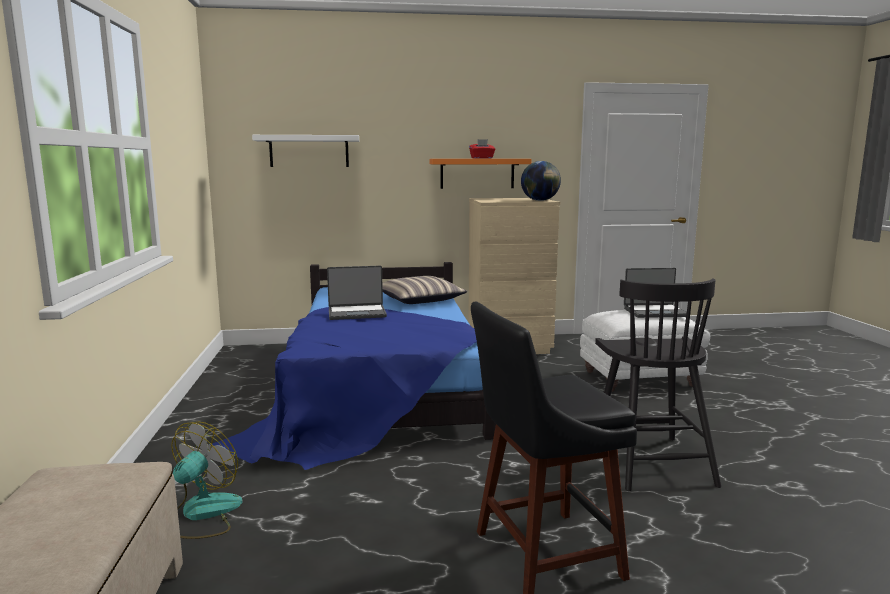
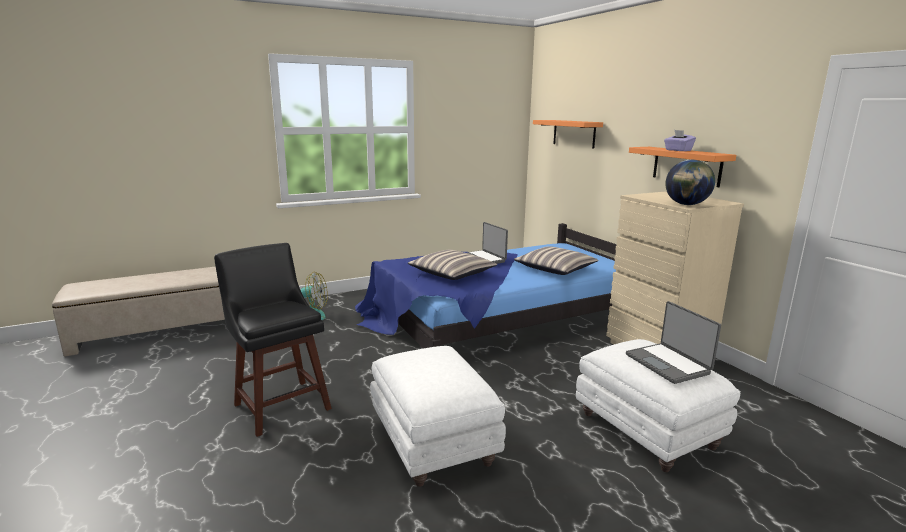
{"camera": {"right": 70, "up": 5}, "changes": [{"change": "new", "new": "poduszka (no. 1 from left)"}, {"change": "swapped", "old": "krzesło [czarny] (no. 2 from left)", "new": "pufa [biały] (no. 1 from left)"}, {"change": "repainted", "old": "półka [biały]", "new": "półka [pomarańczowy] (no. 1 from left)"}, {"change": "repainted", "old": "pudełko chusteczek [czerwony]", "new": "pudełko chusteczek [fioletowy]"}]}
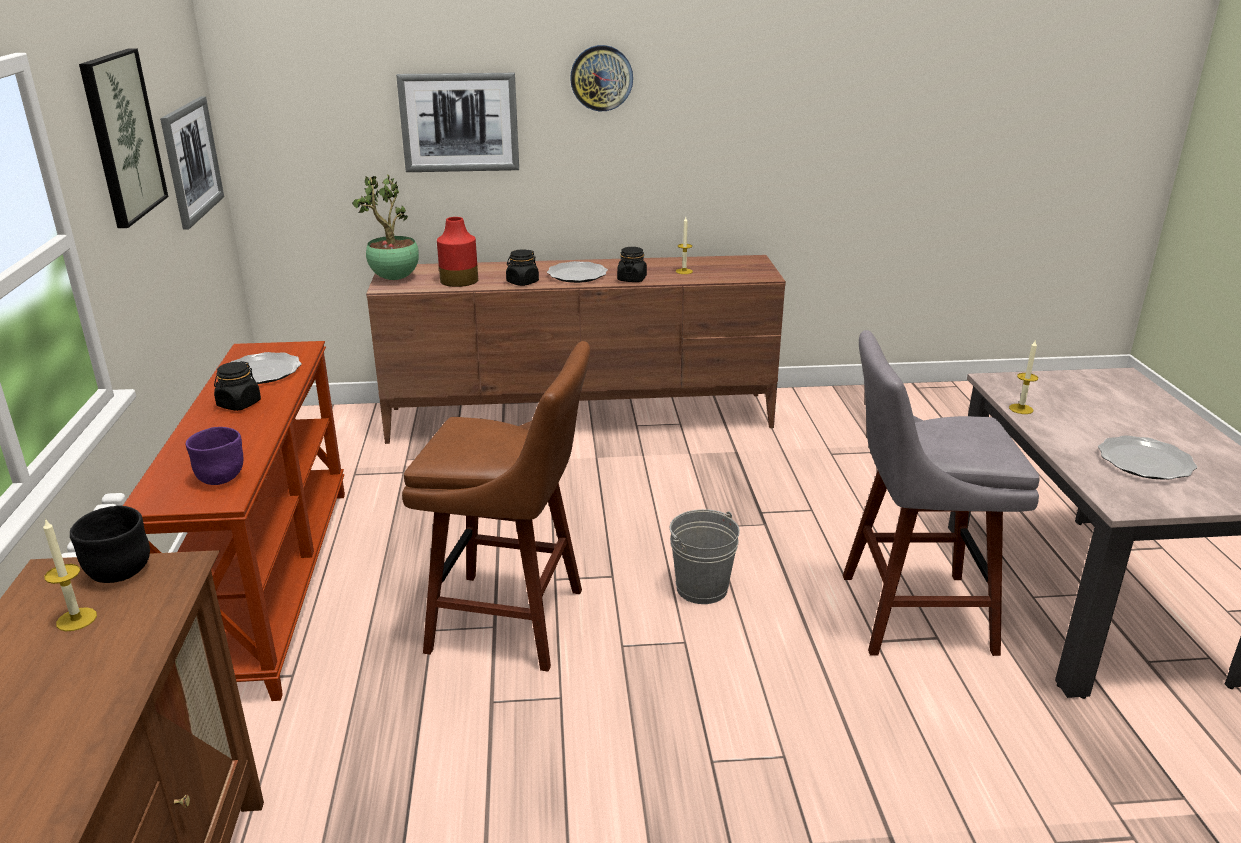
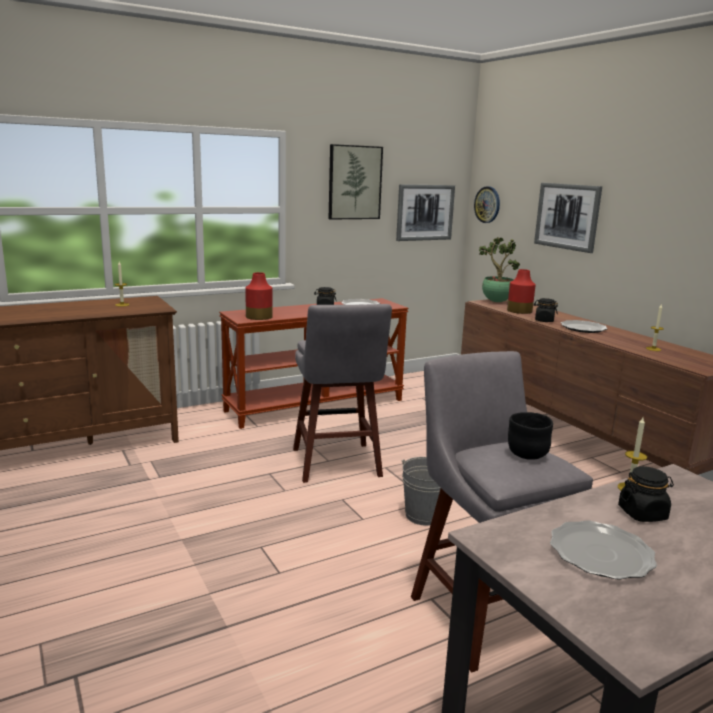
{"camera": {"right": 65, "up": -10}, "changes": [{"change": "shifted", "old": "miska [czarny]"}, {"change": "shifted", "old": "zegar ścienny"}, {"change": "shifted", "old": "słoik [czarny] (no. 3 from left)"}, {"change": "swapped", "old": "miska [fioletowy]", "new": "wazon [czerwony] (no. 1 from left)"}, {"change": "repainted", "old": "stołek [brązowy]", "new": "stołek [szary] (no. 1 from left)"}]}
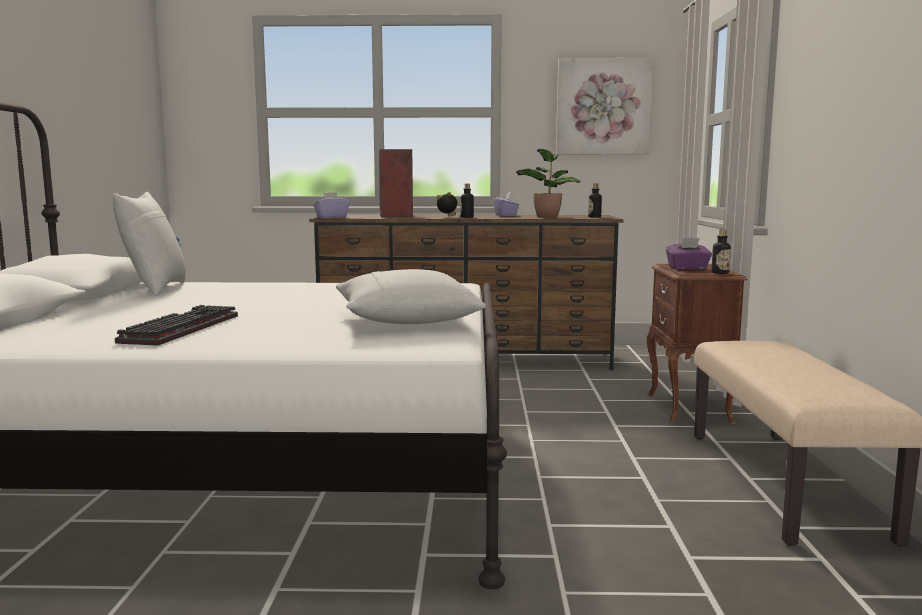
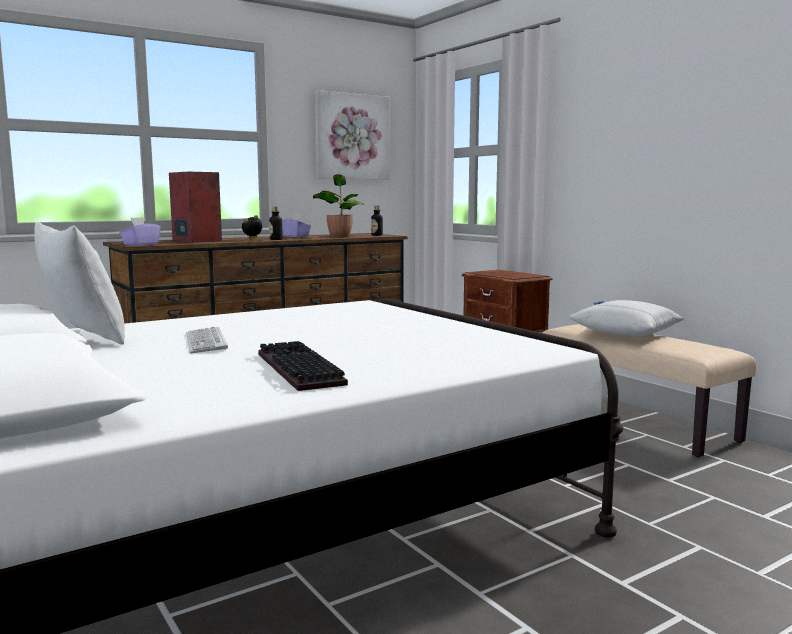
{"camera": {"right": -35, "up": 0}, "changes": [{"change": "gone", "old": "pudełko chusteczek [fioletowy] (no. 3 from left)"}, {"change": "gone", "old": "butelka (no. 3 from left)"}, {"change": "new", "new": "klawiatura (no. 1 from left)"}, {"change": "shifted", "old": "poduszka [szary] (no. 2 from left)"}]}
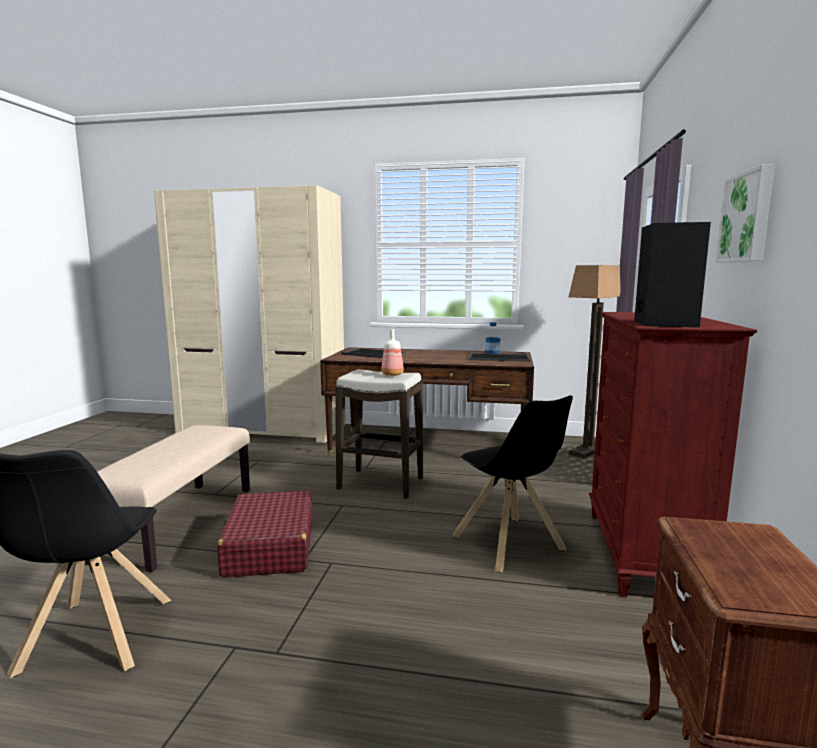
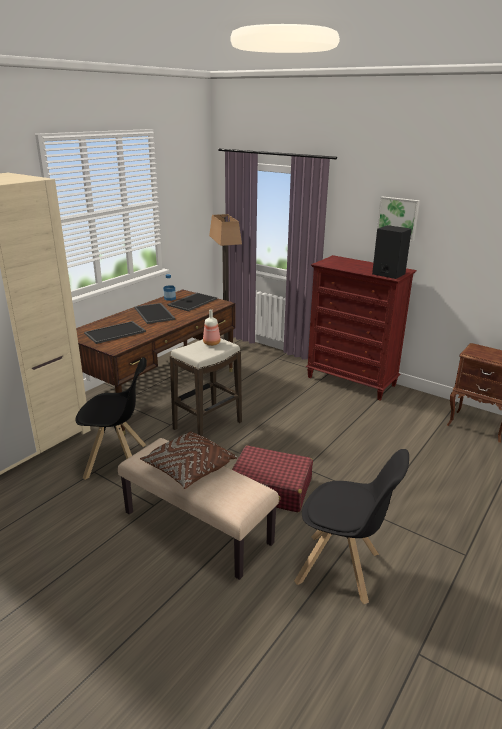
{"camera": {"right": -65, "up": 15}, "changes": [{"change": "new", "new": "taca (no. 2 from left)"}, {"change": "new", "new": "poduszka [brązowy]"}, {"change": "shifted", "old": "krzesło [czarny] (no. 2 from left in the first image)", "new": "krzesło [czarny] (no. 1 from left)"}]}
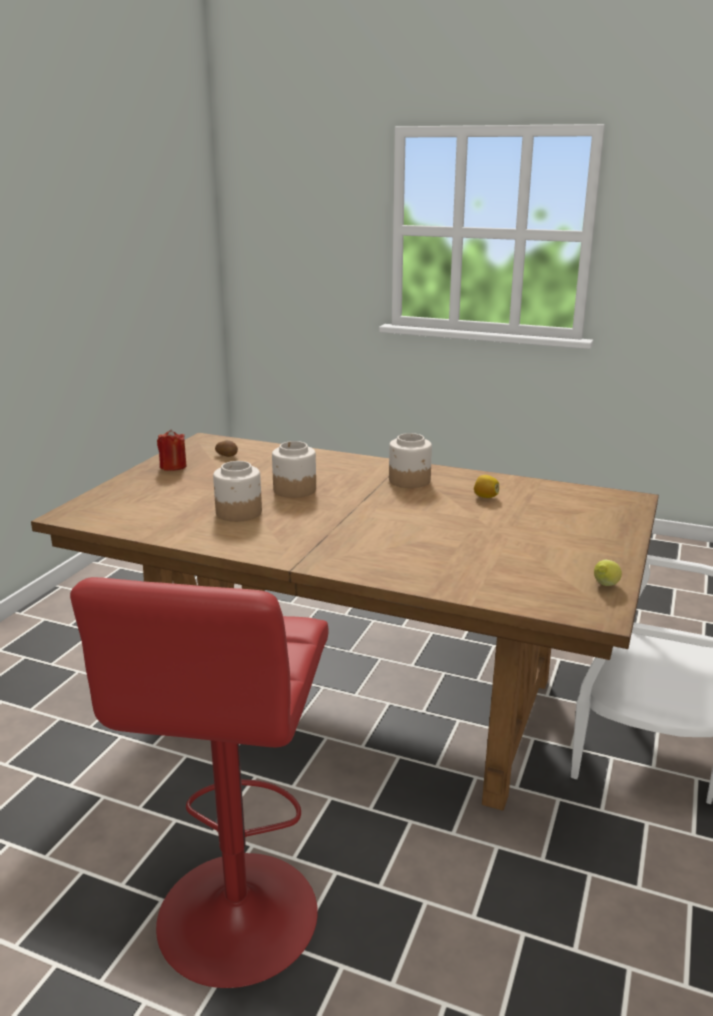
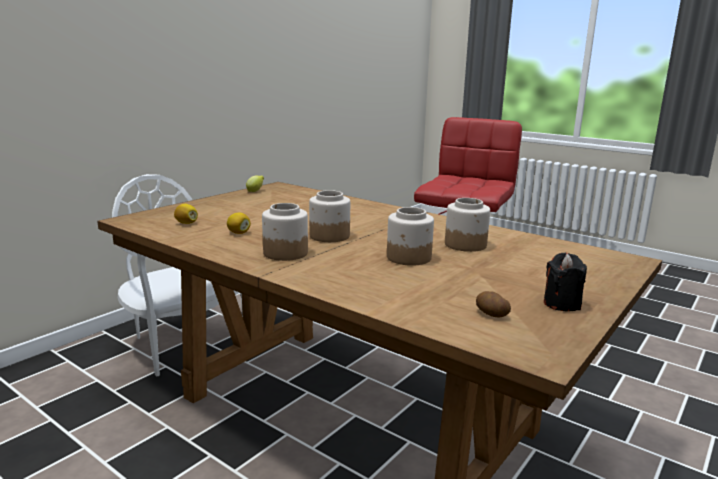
{"camera": {"right": -165, "up": -5}, "changes": [{"change": "new", "new": "cytryna (no. 1 from left)"}, {"change": "new", "new": "słoik (no. 2 from left)"}, {"change": "repainted", "old": "świeca [czerwony]", "new": "świeca [czarny]"}]}
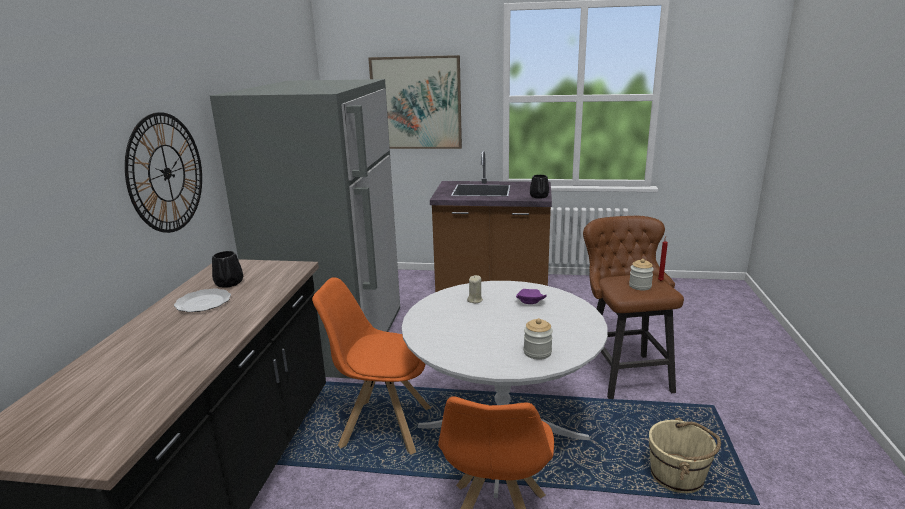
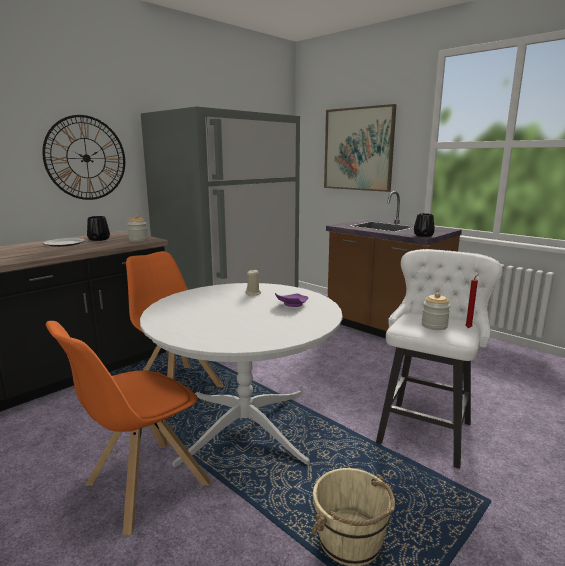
{"camera": {"right": 35, "up": -5}, "changes": [{"change": "shifted", "old": "słoik (no. 1 from left)"}, {"change": "repainted", "old": "stołek [brązowy]", "new": "stołek [biały]"}]}
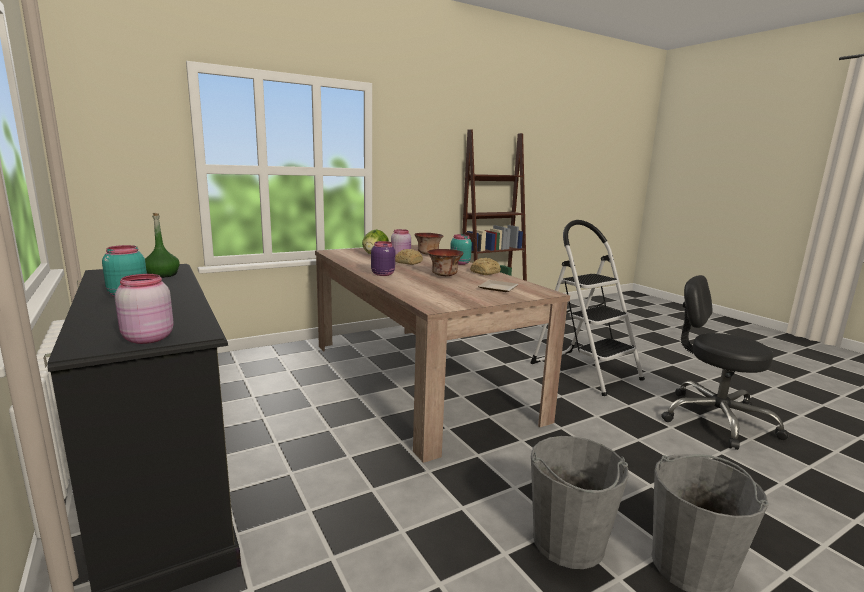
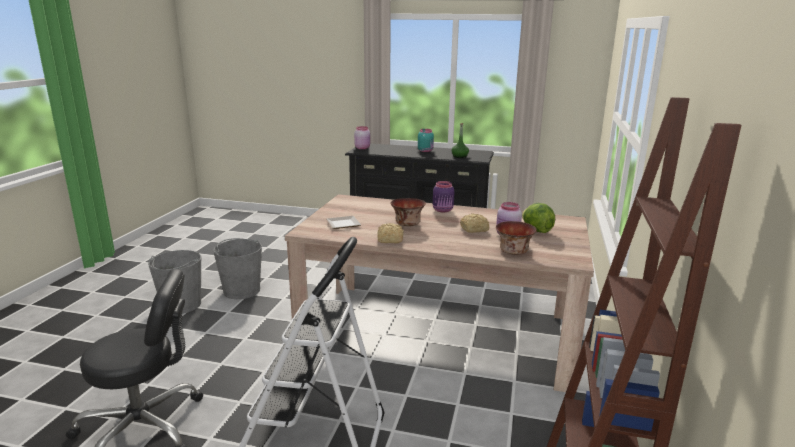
{"camera": {"right": 135, "up": 5}, "changes": [{"change": "gone", "old": "słoik [turkusowy] (no. 2 from left)"}]}
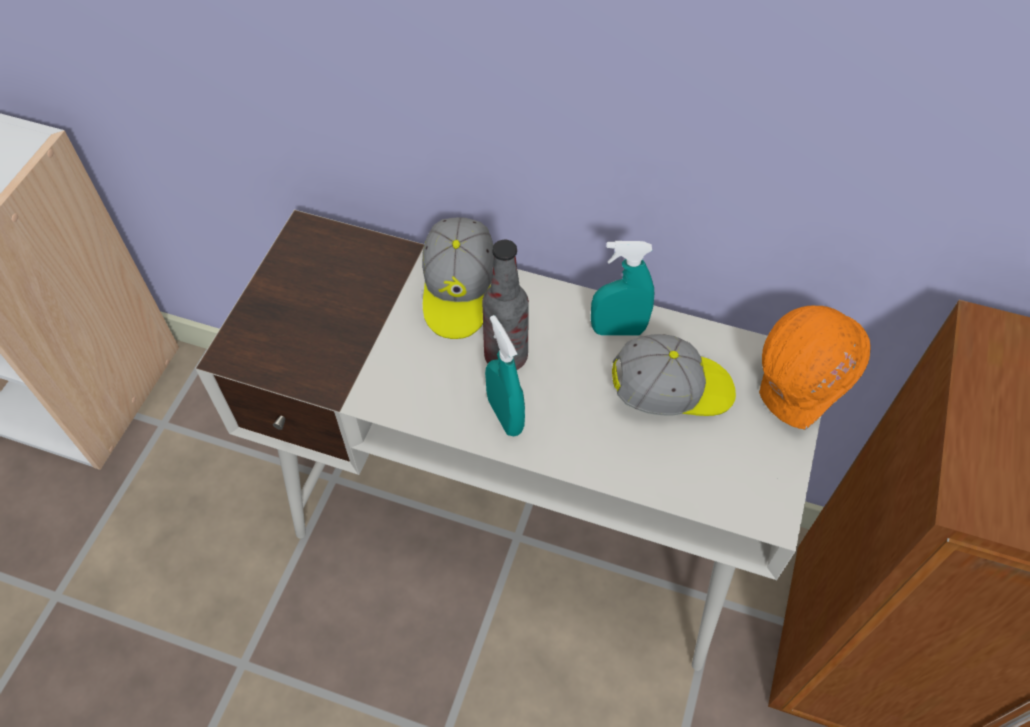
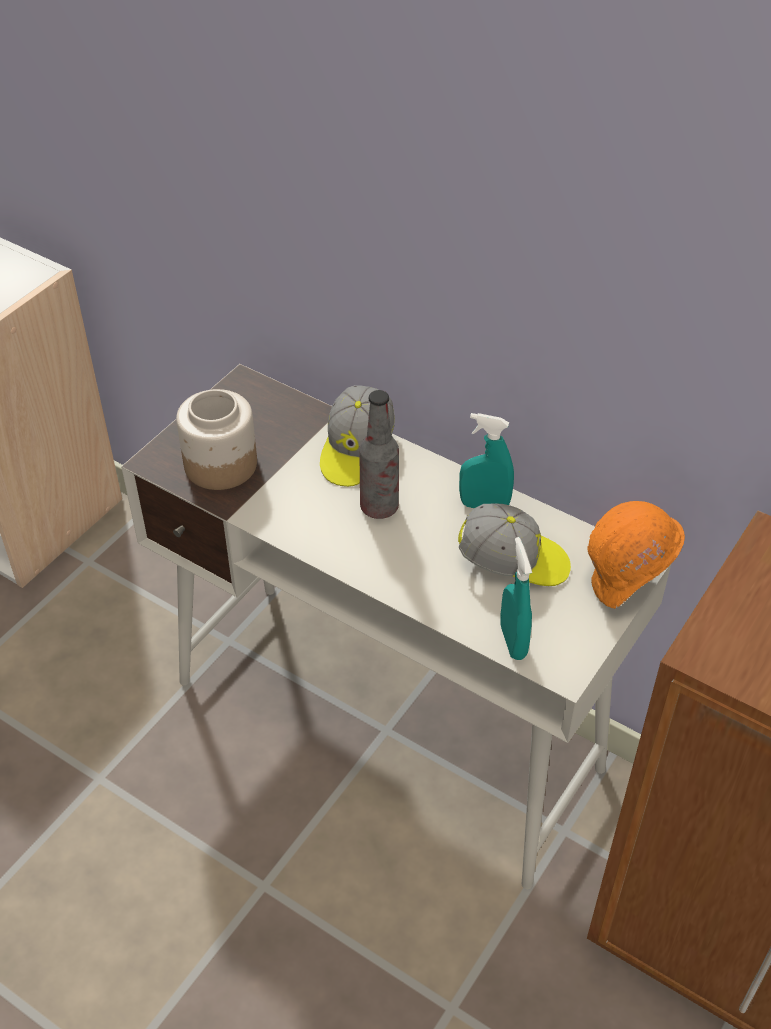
{"camera": {"right": 15, "up": -10}, "changes": [{"change": "new", "new": "słoik"}, {"change": "shifted", "old": "spryskiwacz [turkusowy] (no. 1 from left in the first image)", "new": "spryskiwacz [turkusowy] (no. 2 from left)"}]}
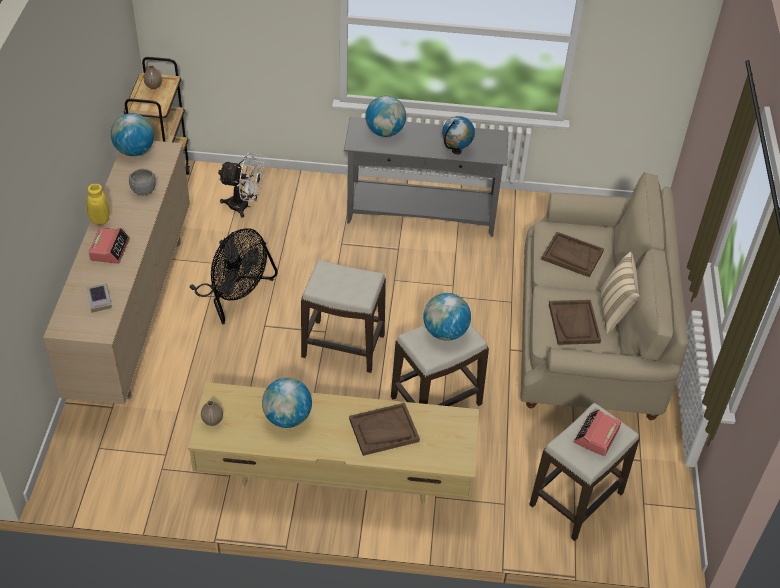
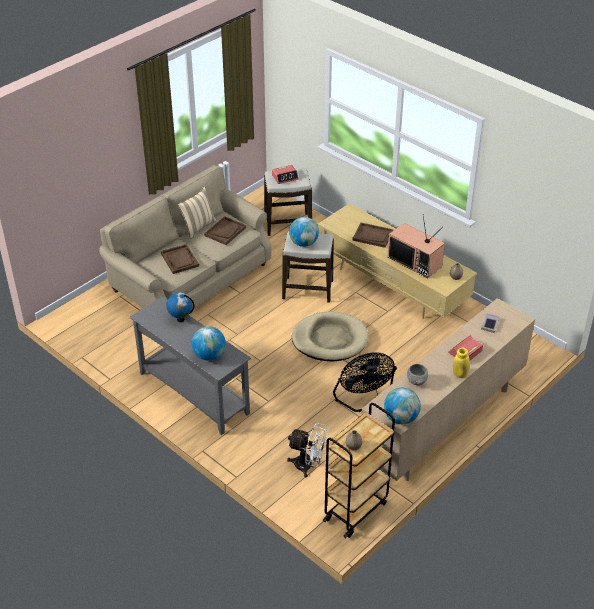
{"camera": {"right": -140, "up": -5}, "changes": [{"change": "swapped", "old": "globus (no. 2 from left)", "new": "telewizor"}, {"change": "swapped", "old": "stołek (no. 1 from left)", "new": "legowisko [beżowy]"}, {"change": "rotated", "old": "wentylator [biały]", "degrees": 150}]}
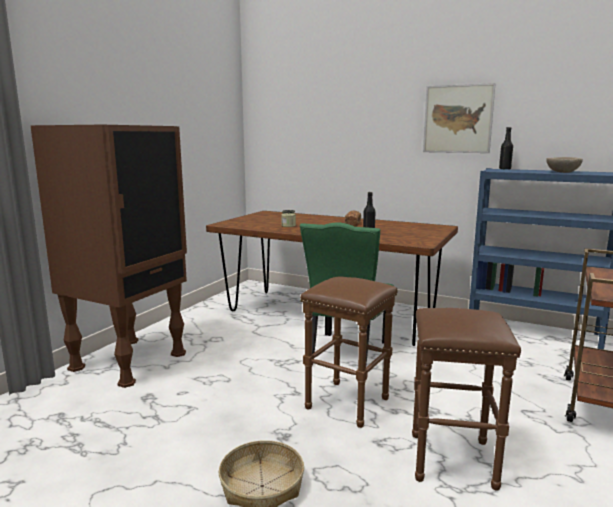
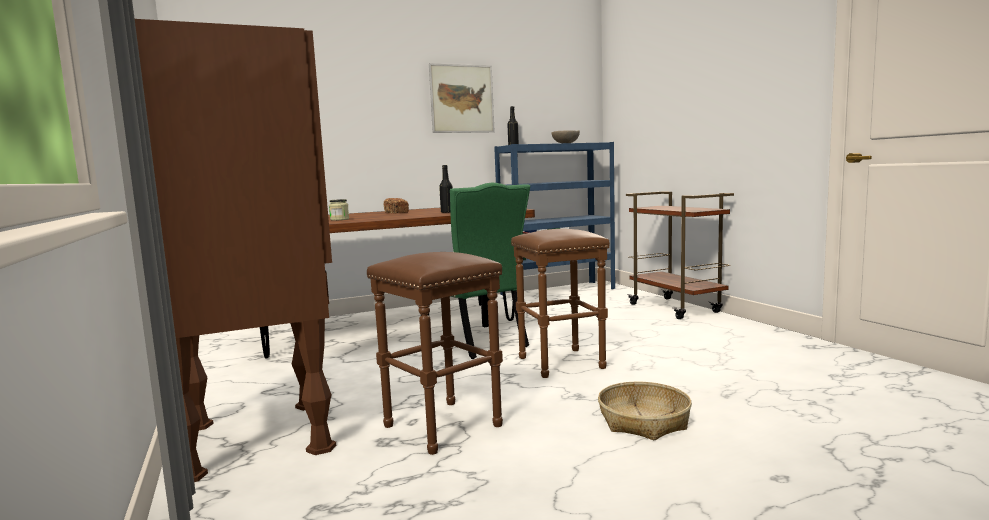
{"camera": {"right": -50, "up": -5}, "changes": [{"change": "shifted", "old": "stołek [brązowy] (no. 2 from left in the first image)", "new": "stołek [brązowy] (no. 1 from left)"}]}
